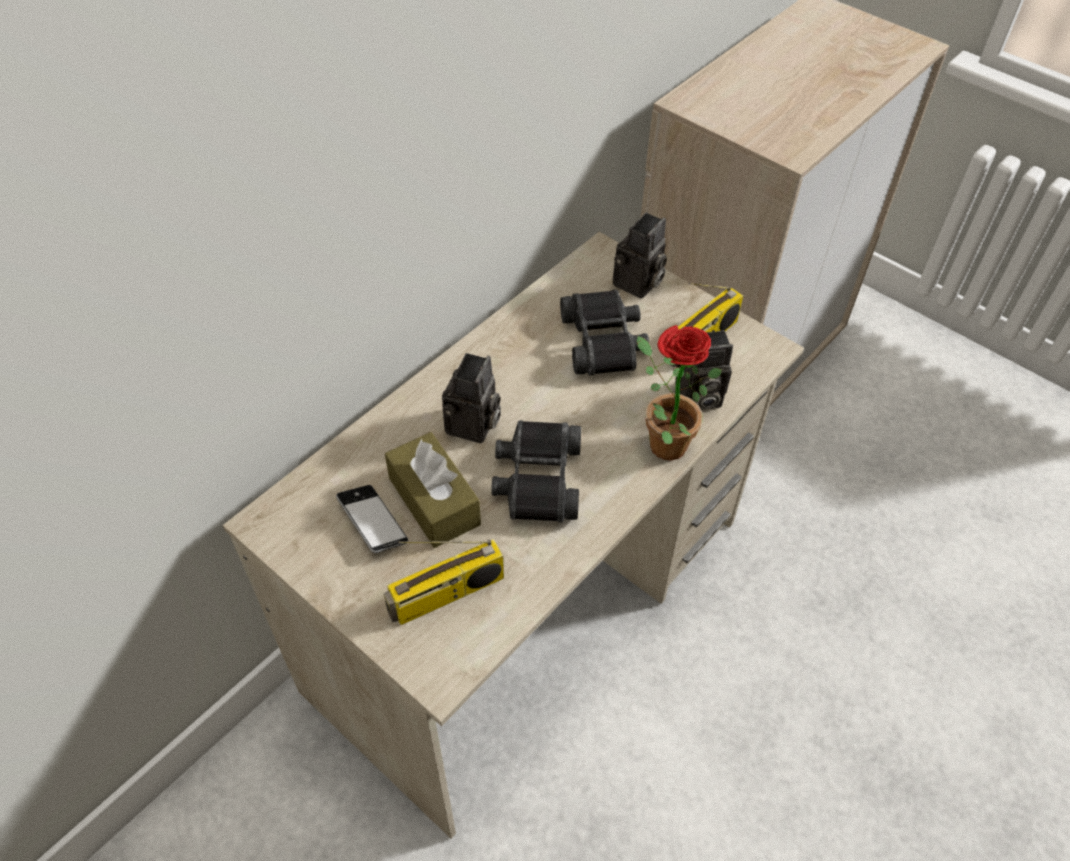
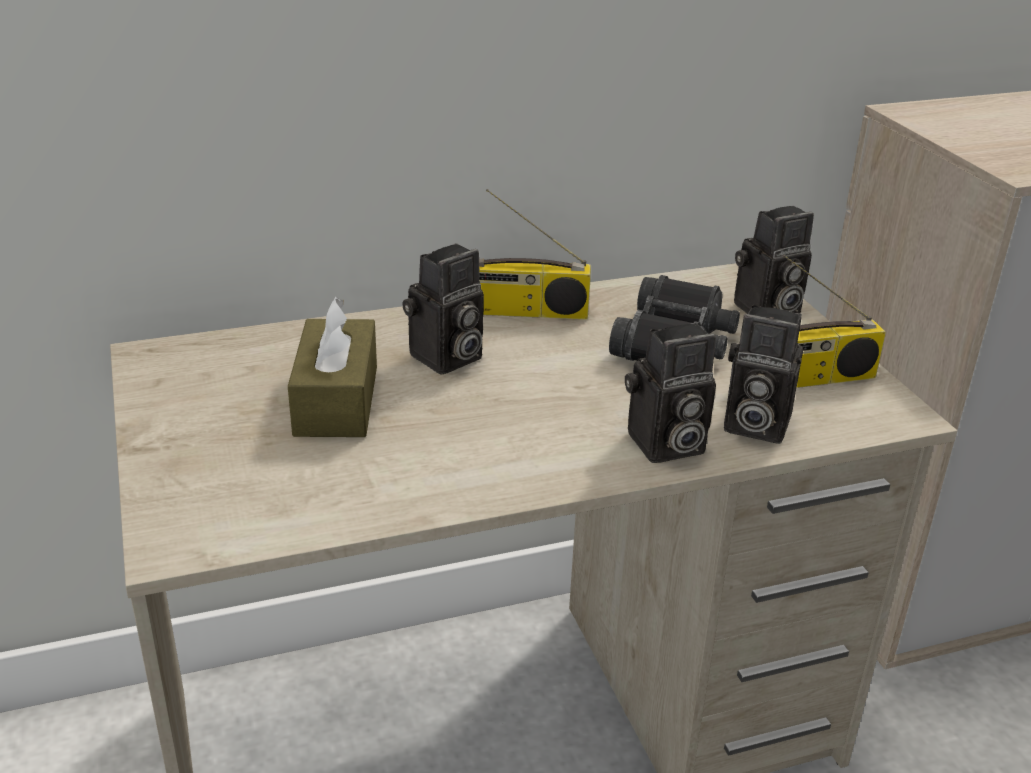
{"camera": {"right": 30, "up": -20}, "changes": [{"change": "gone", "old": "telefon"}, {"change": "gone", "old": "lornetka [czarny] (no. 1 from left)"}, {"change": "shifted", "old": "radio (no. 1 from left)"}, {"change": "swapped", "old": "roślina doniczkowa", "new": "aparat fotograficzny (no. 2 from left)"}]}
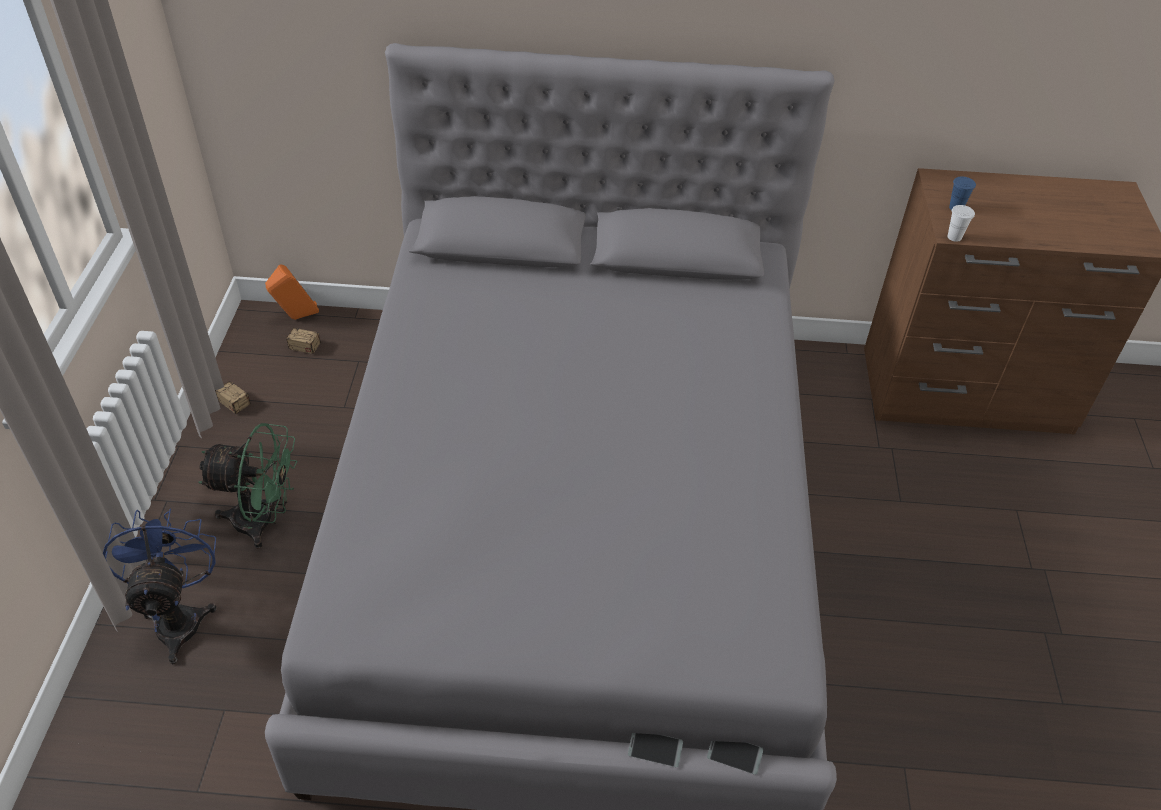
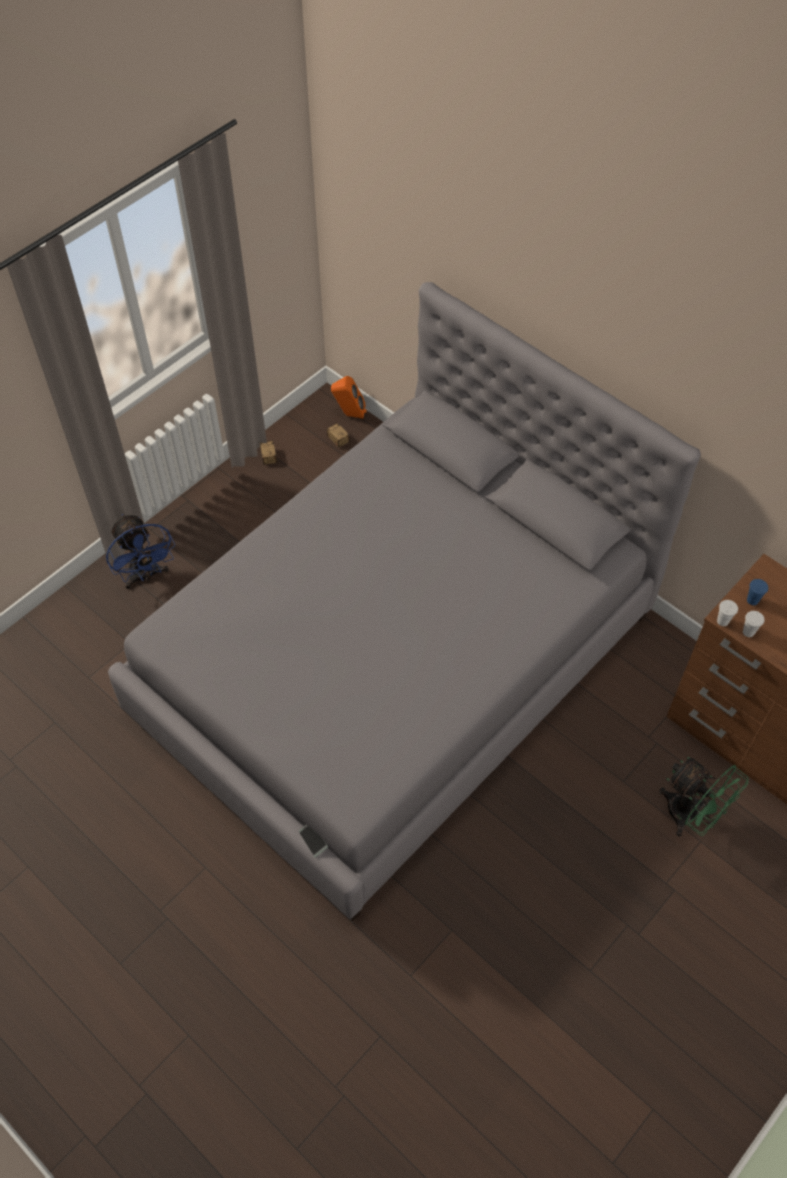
{"camera": {"right": 40, "up": 10}, "changes": [{"change": "gone", "old": "telefon (no. 1 from left)"}, {"change": "new", "new": "filiżanka [biały] (no. 2 from left)"}, {"change": "shifted", "old": "wentylator [zielony]"}, {"change": "rotated", "old": "wentylator [niebieski]", "degrees": 120}]}
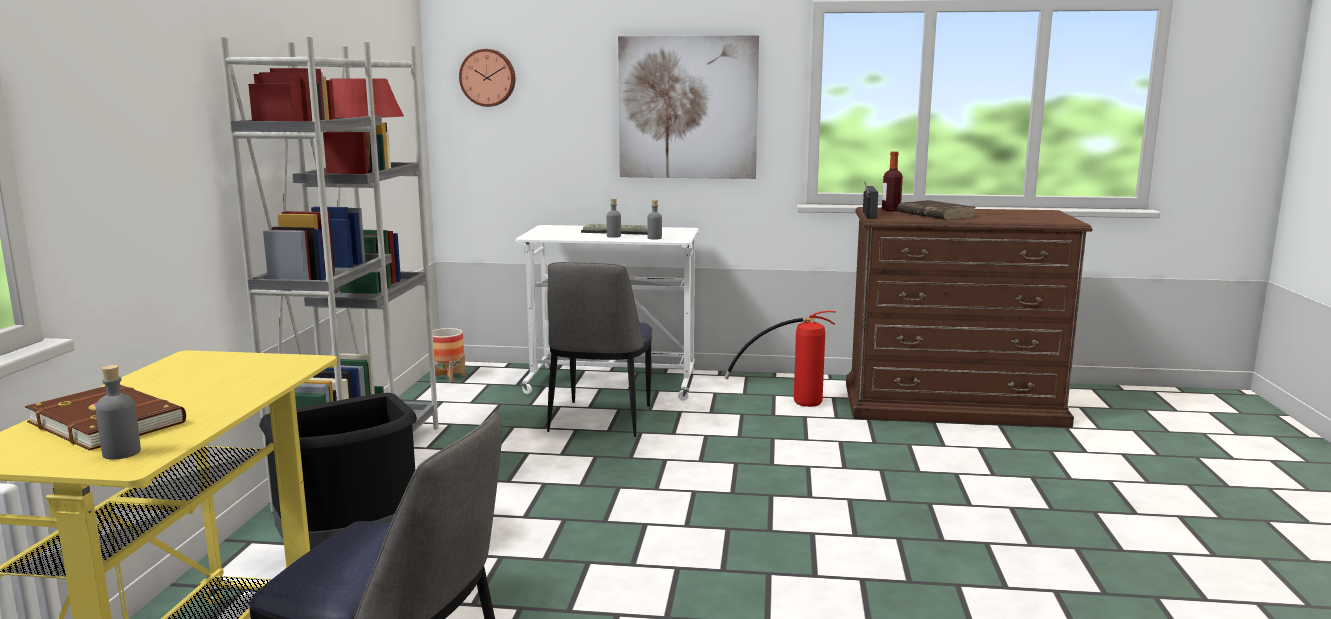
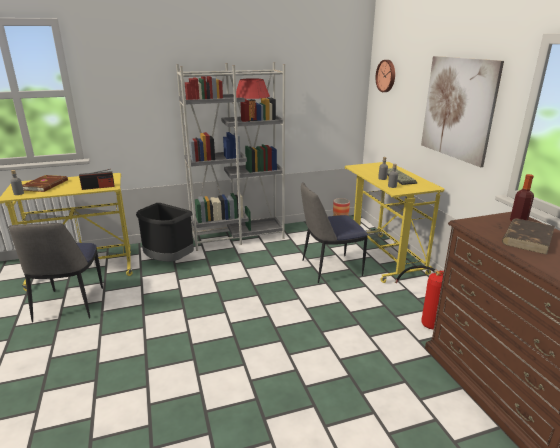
{"camera": {"right": 65, "up": 10}, "changes": [{"change": "shifted", "old": "radio"}, {"change": "repainted", "old": "biurko [biały]", "new": "biurko [żółty] (no. 2 from left)"}]}
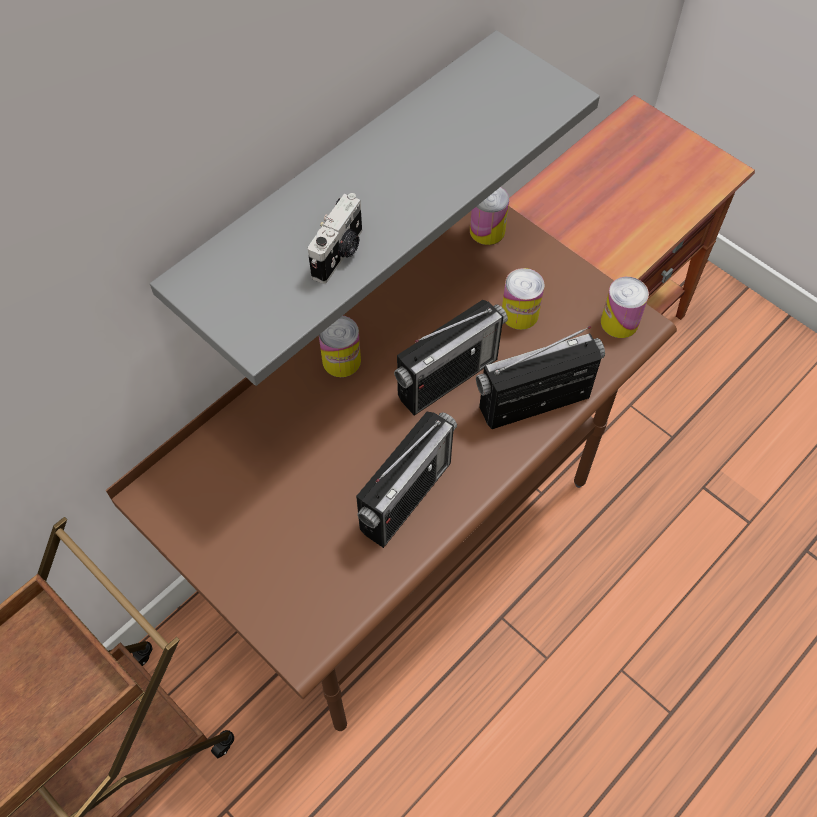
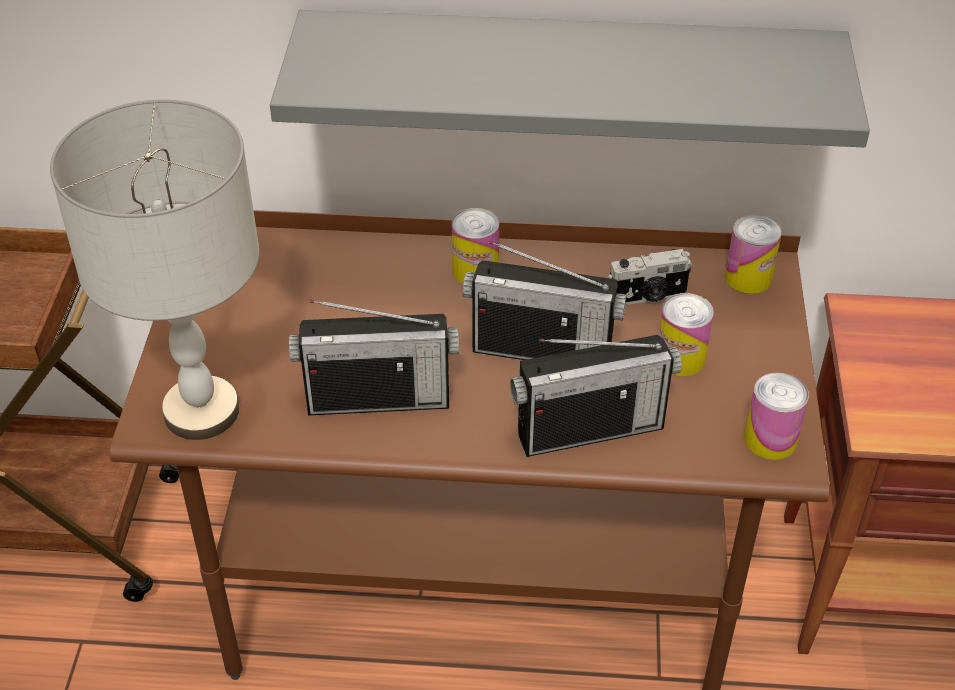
{"camera": {"right": 50, "up": -15}, "changes": [{"change": "new", "new": "lampa stołowa [szary]"}, {"change": "shifted", "old": "aparat fotograficzny"}, {"change": "rotated", "old": "radio (no. 3 from left)", "degrees": 135}]}
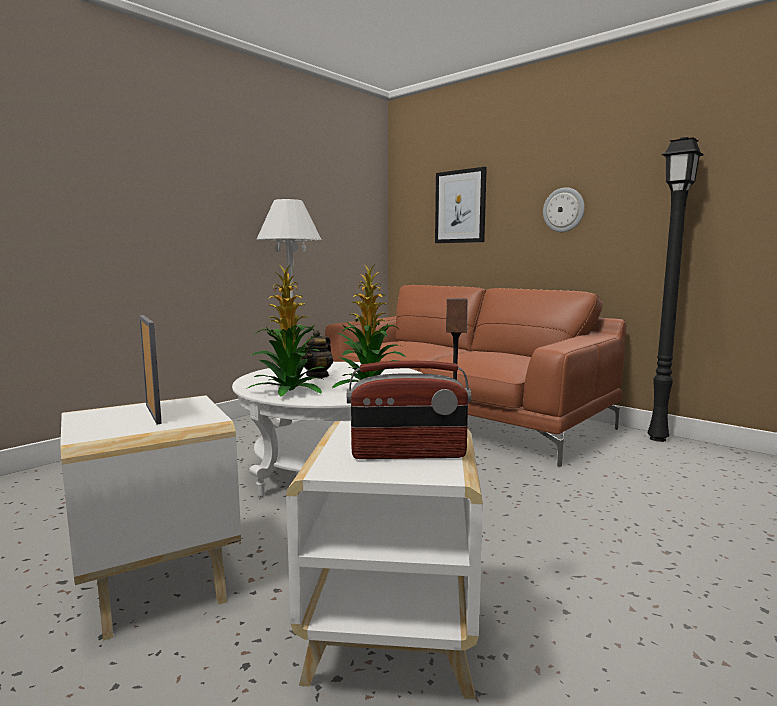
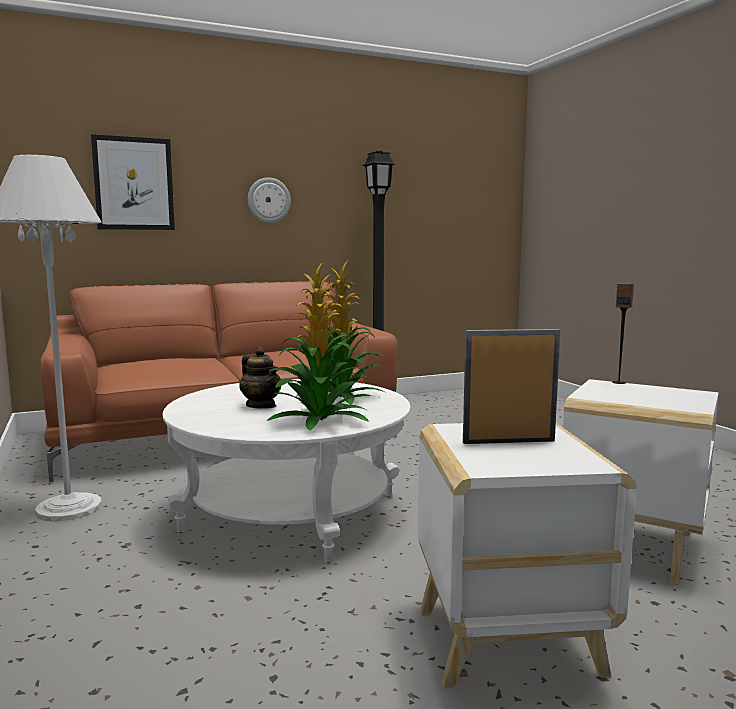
{"camera": {"right": -65, "up": 0}, "changes": [{"change": "gone", "old": "radio"}]}
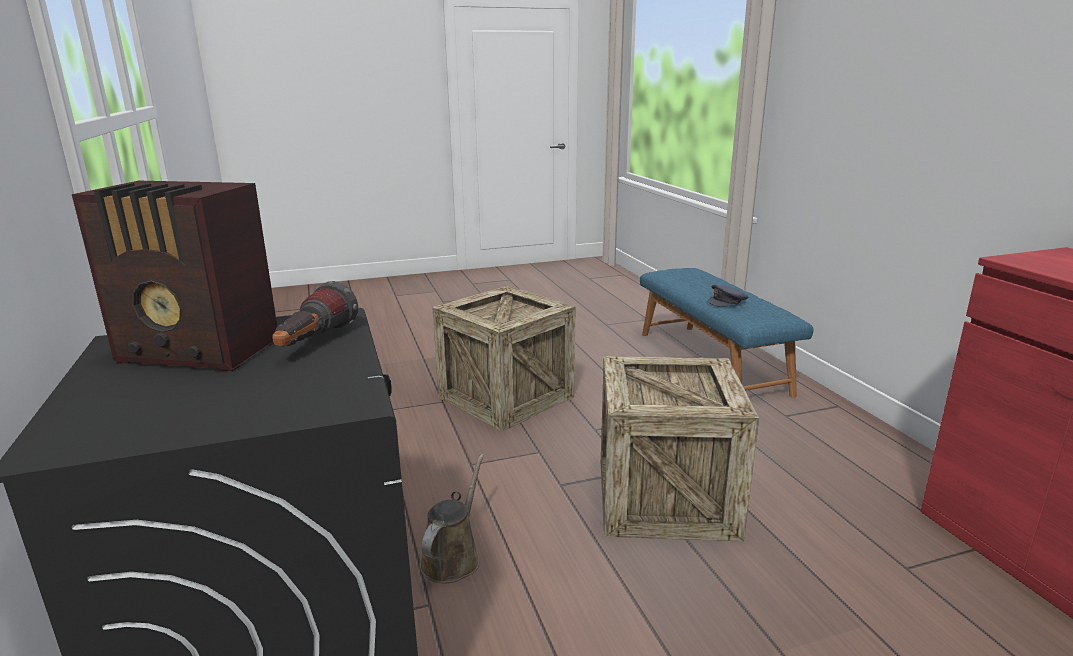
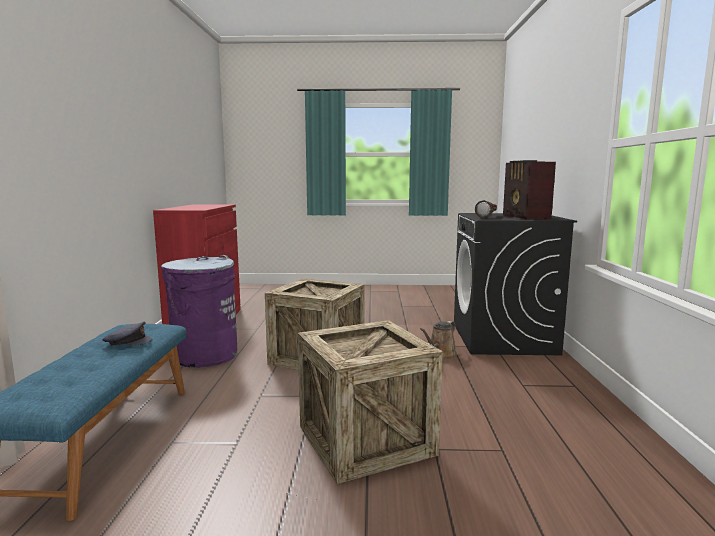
{"camera": {"right": -160, "up": -10}, "changes": [{"change": "new", "new": "kosz na śmieci [fioletowy]"}, {"change": "rotated", "old": "radio", "degrees": -135}]}
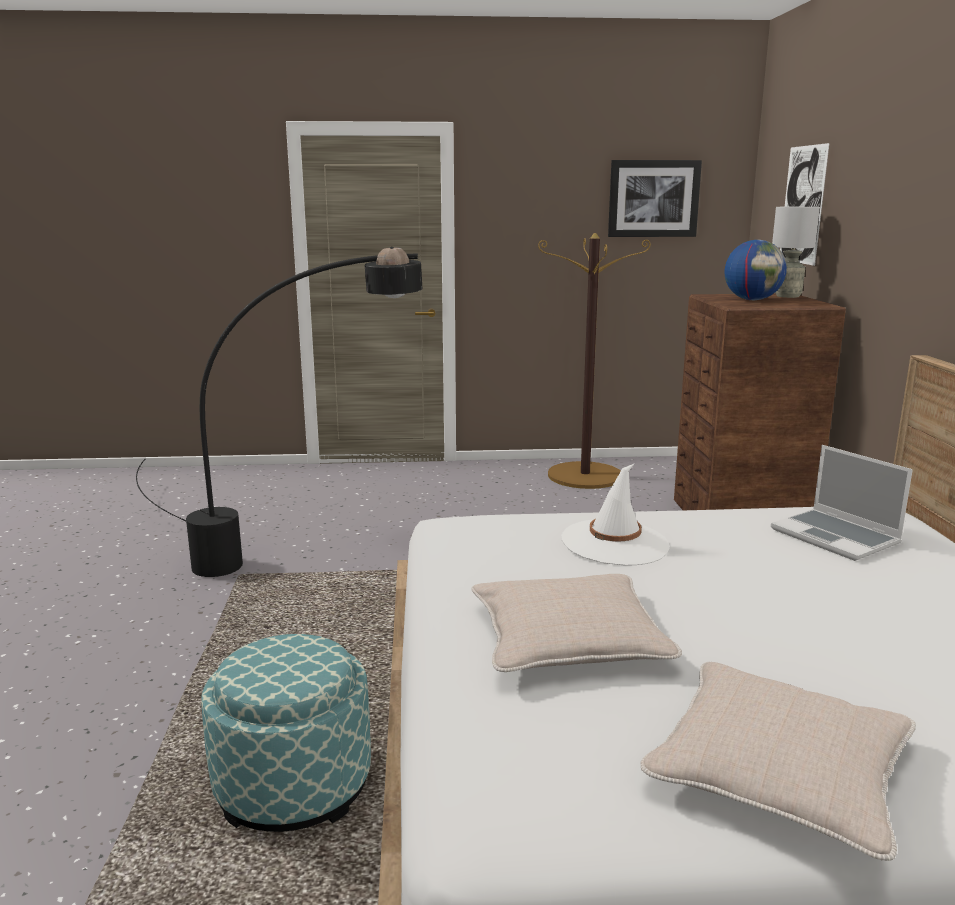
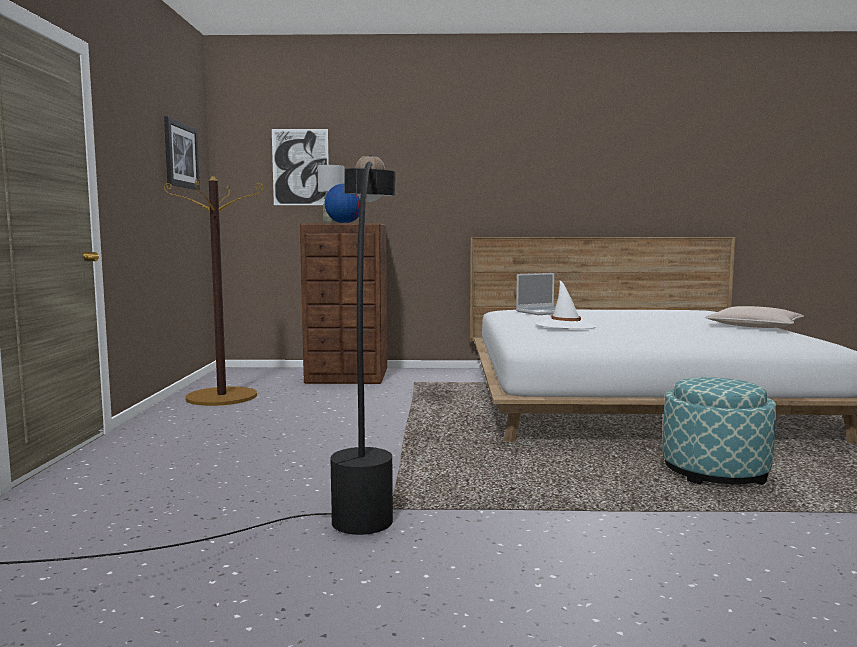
{"camera": {"right": -85, "up": -10}, "changes": [{"change": "gone", "old": "poduszka [beżowy] (no. 1 from left)"}]}
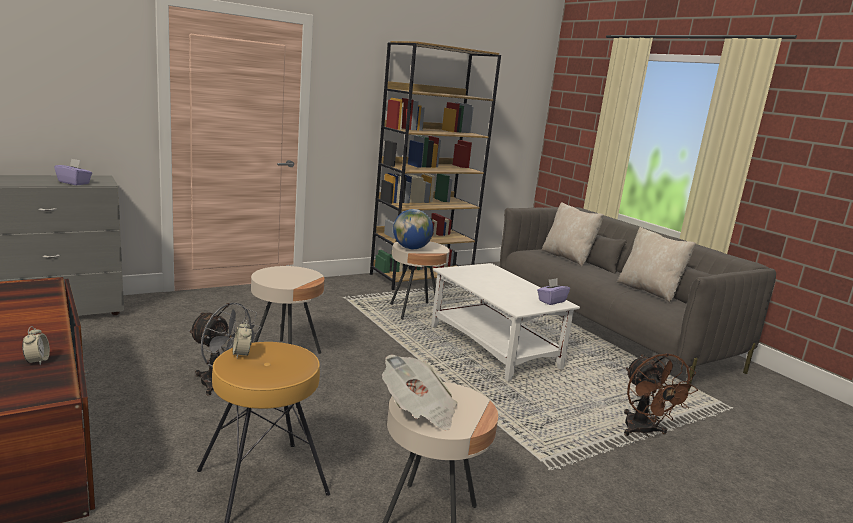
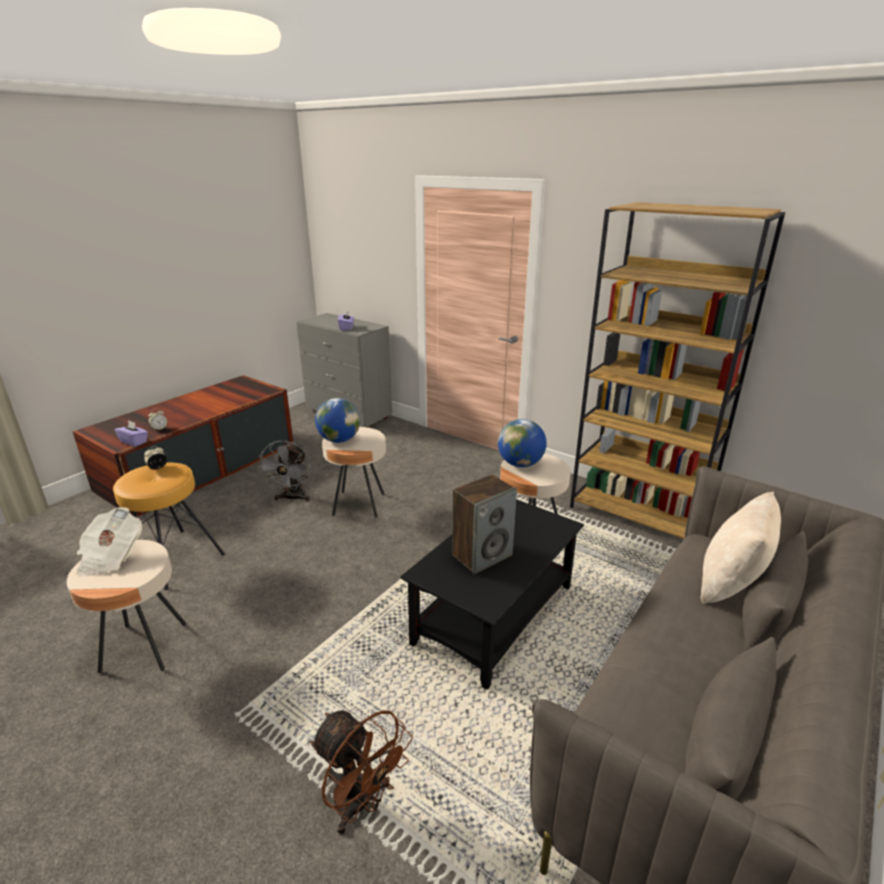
{"camera": {"right": 70, "up": 10}, "changes": [{"change": "gone", "old": "poduszka [beżowy] (no. 2 from left)"}, {"change": "new", "new": "globus (no. 1 from left)"}, {"change": "new", "new": "głośnik"}, {"change": "shifted", "old": "pudełko chusteczek [fioletowy] (no. 2 from left in the first image)", "new": "pudełko chusteczek [fioletowy] (no. 1 from left)"}, {"change": "repainted", "old": "ława [biały]", "new": "ława [czarny]"}, {"change": "rotated", "old": "wentylator [brązowy]", "degrees": -105}]}
